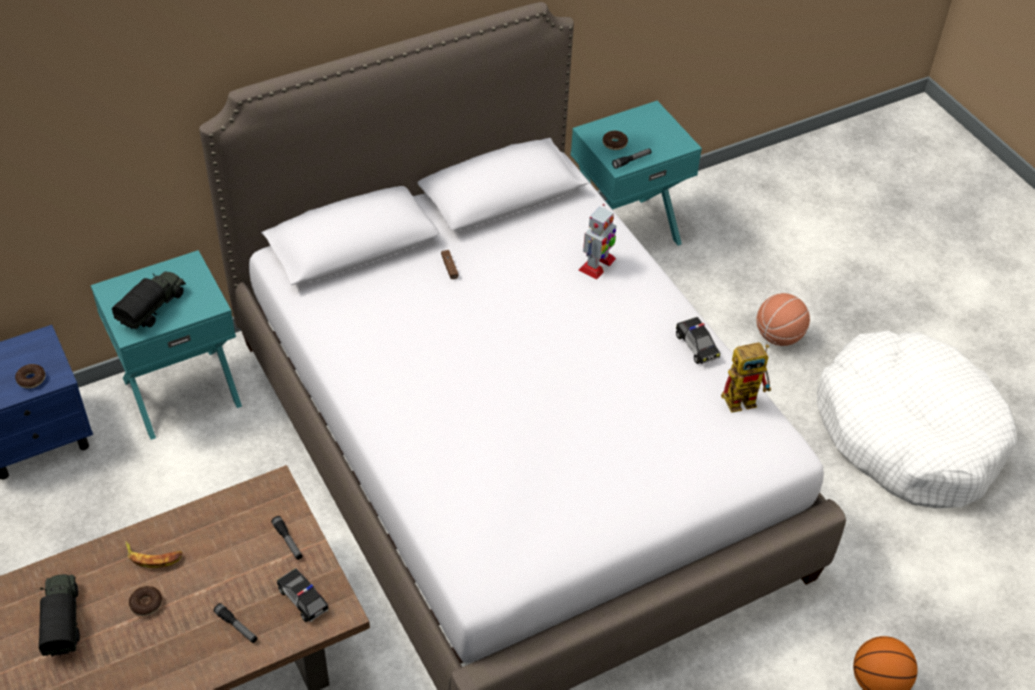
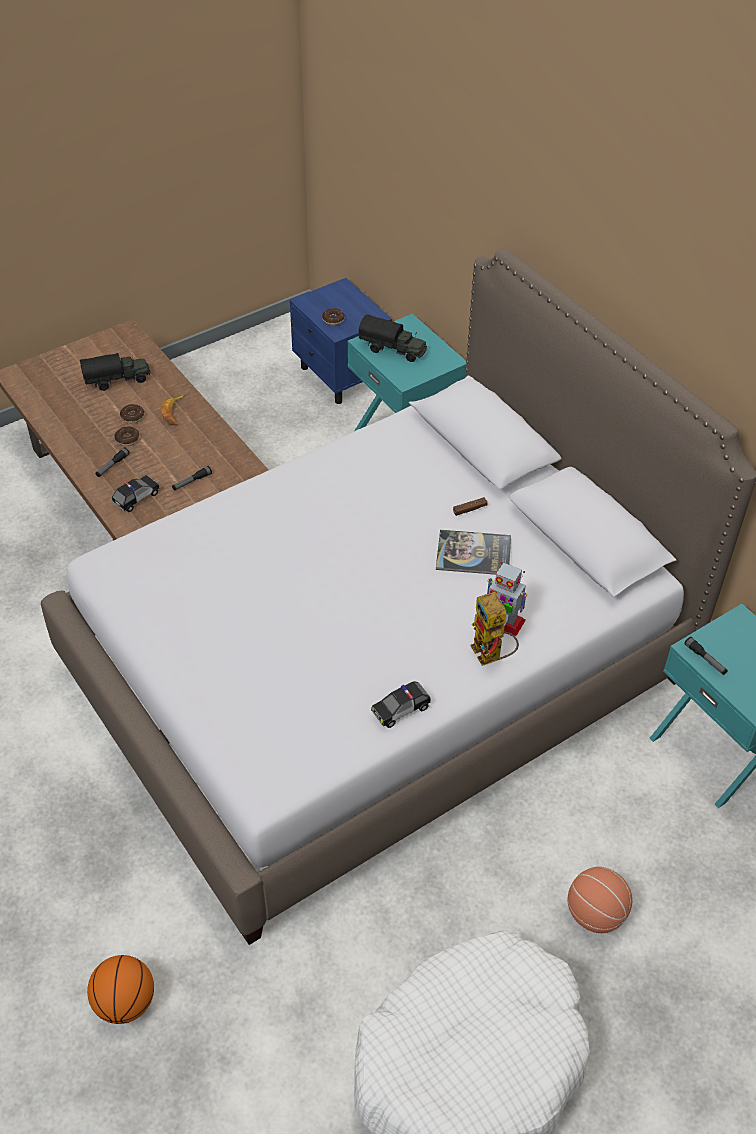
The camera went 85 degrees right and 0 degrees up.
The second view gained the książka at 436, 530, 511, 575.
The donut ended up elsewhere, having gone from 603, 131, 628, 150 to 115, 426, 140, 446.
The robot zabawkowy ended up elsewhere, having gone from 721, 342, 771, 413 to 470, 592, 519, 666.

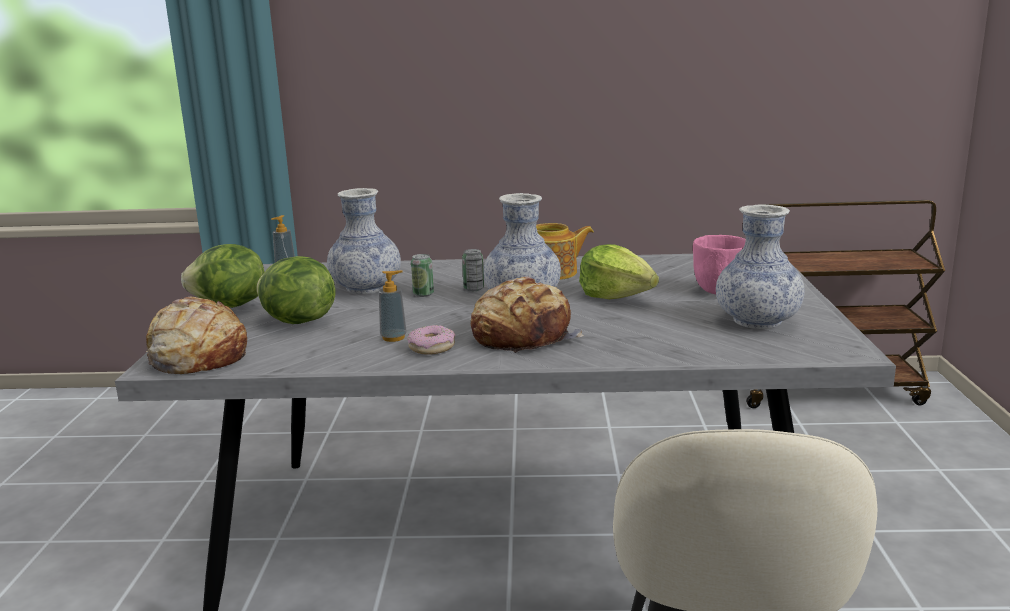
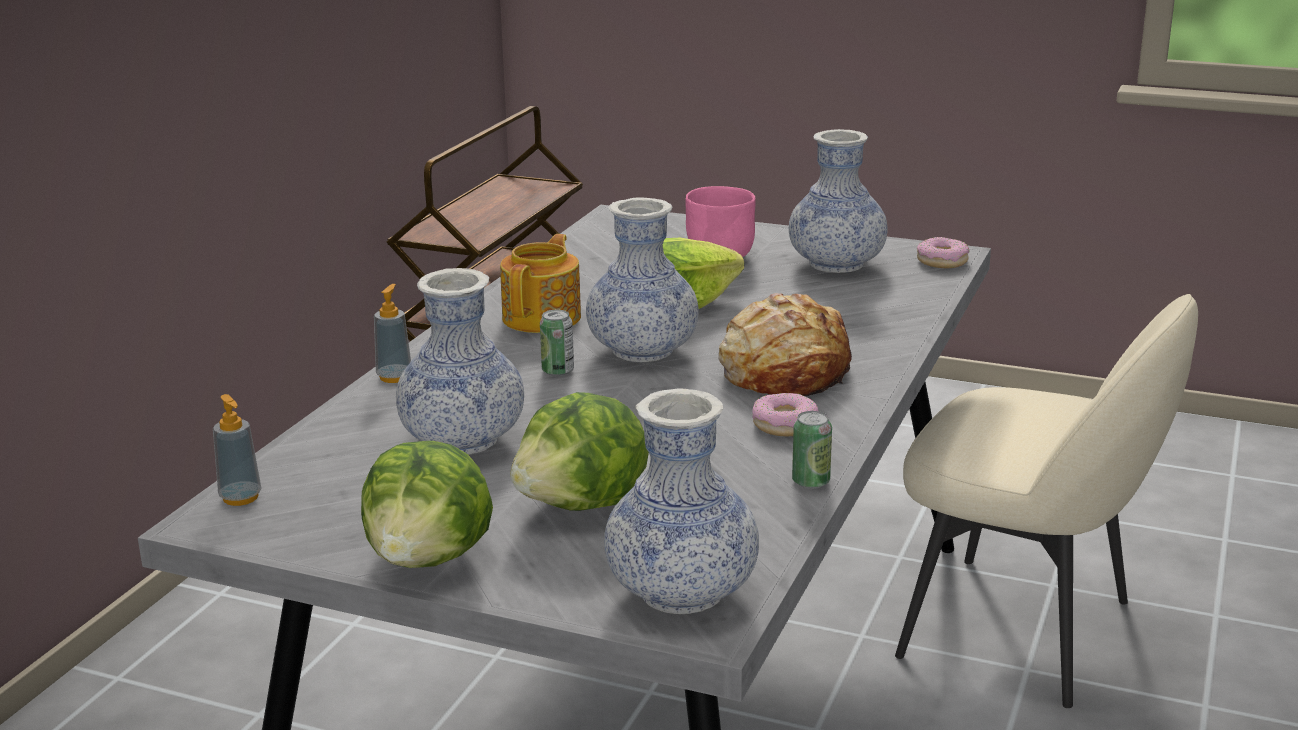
The camera went 70 degrees left and 5 degrees up.
The second view gained the donut at 917, 237, 969, 268.
The dozownik mydła ended up elsewhere, having gone from 379, 270, 407, 342 to 374, 284, 411, 383.
The puszka ended up elsewhere, having gone from 411, 254, 434, 297 to 792, 411, 832, 489.
Where the chleb stood at 146, 297, 247, 374, the wazon came to stand at 604, 389, 759, 614.

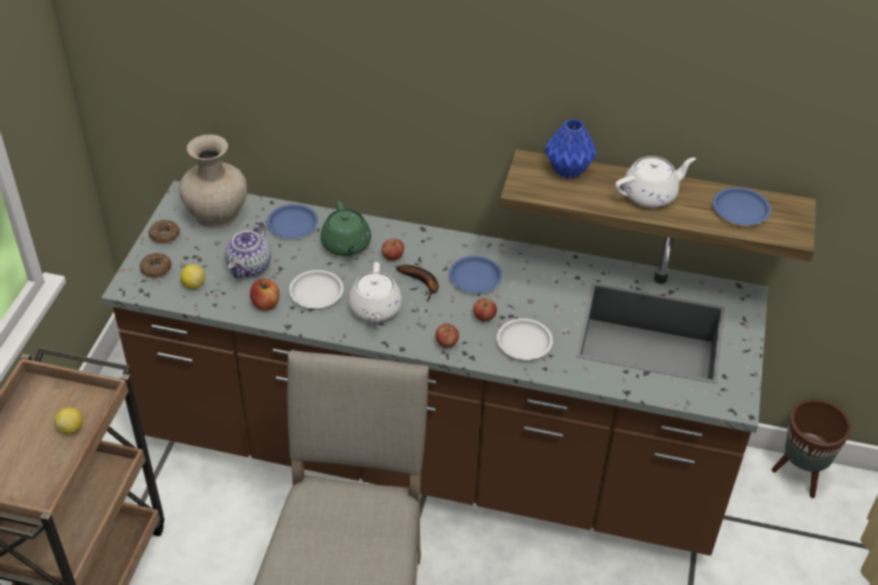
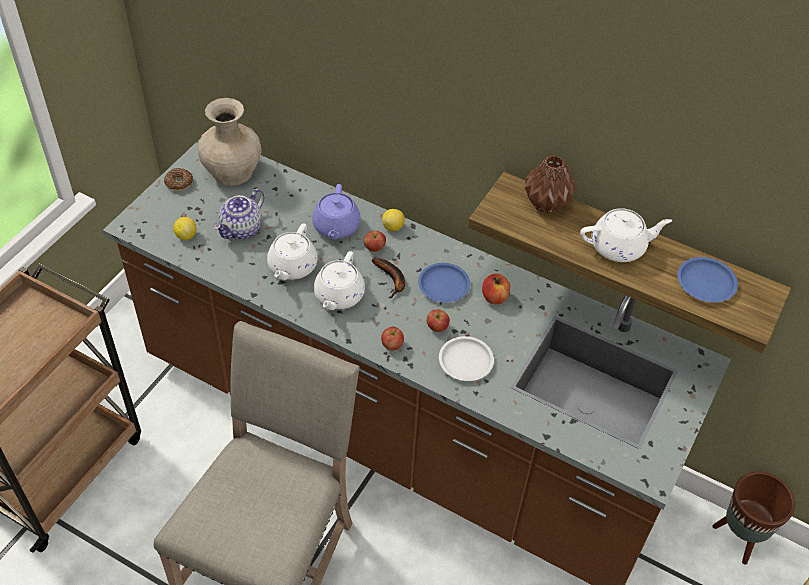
The camera went 15 degrees right and 5 degrees up.
The second view lost the donut at 140, 253, 172, 278.
The second view lost the talerz/niebieski at 267, 204, 318, 239.
The cytryna ended up elsewhere, having gone from 55, 408, 83, 434 to 382, 209, 405, 231.
The jabłko ended up elsewhere, having gone from 250, 279, 279, 311 to 482, 274, 510, 304.
Where the talerz/biały stood at 289, 270, 344, 308, the imbryk/biały came to stand at 267, 223, 318, 281.
What was the imbryk/zielony at 320, 201, 371, 257 turned into the imbryk/fioletowy at 312, 184, 361, 240.
What was the wazon/niebieski at 545, 119, 596, 179 turned into the wazon/brązowy at 525, 155, 576, 214.

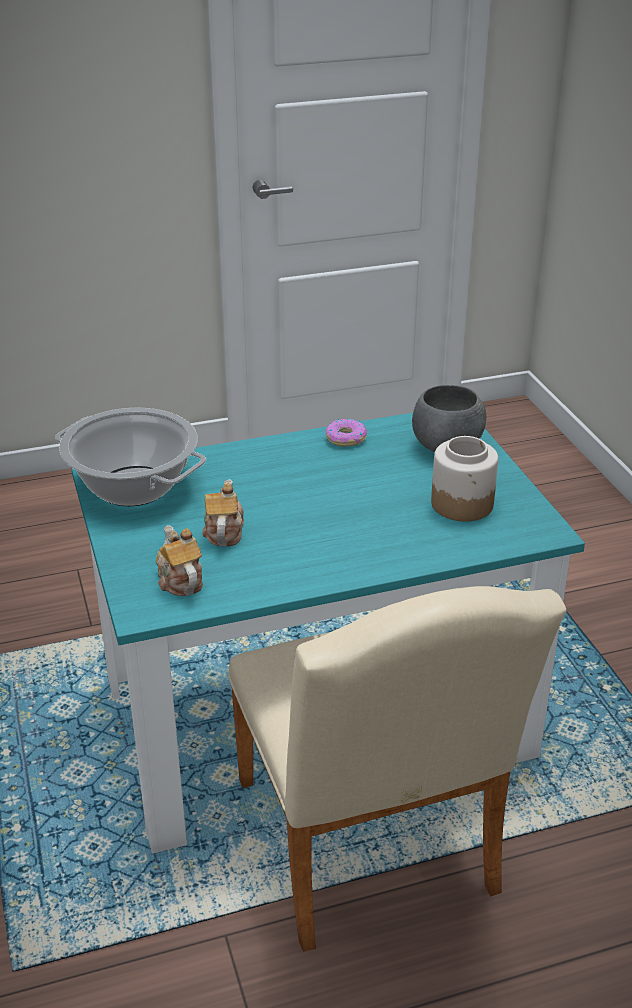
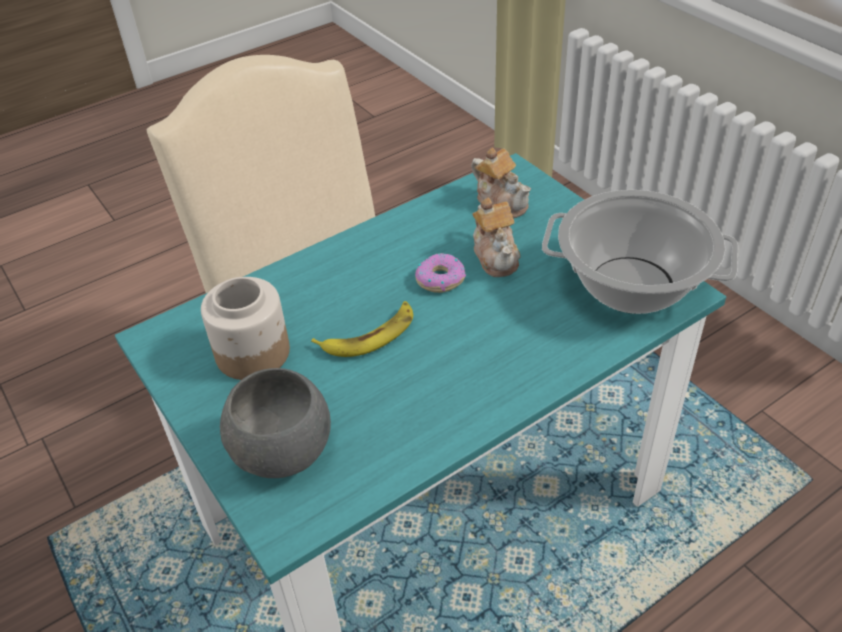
The camera went 165 degrees right and 10 degrees up.
The second view gained the banan at 311, 301, 413, 357.
The donut ended up elsewhere, having gone from 325, 418, 367, 447 to 415, 253, 466, 293.

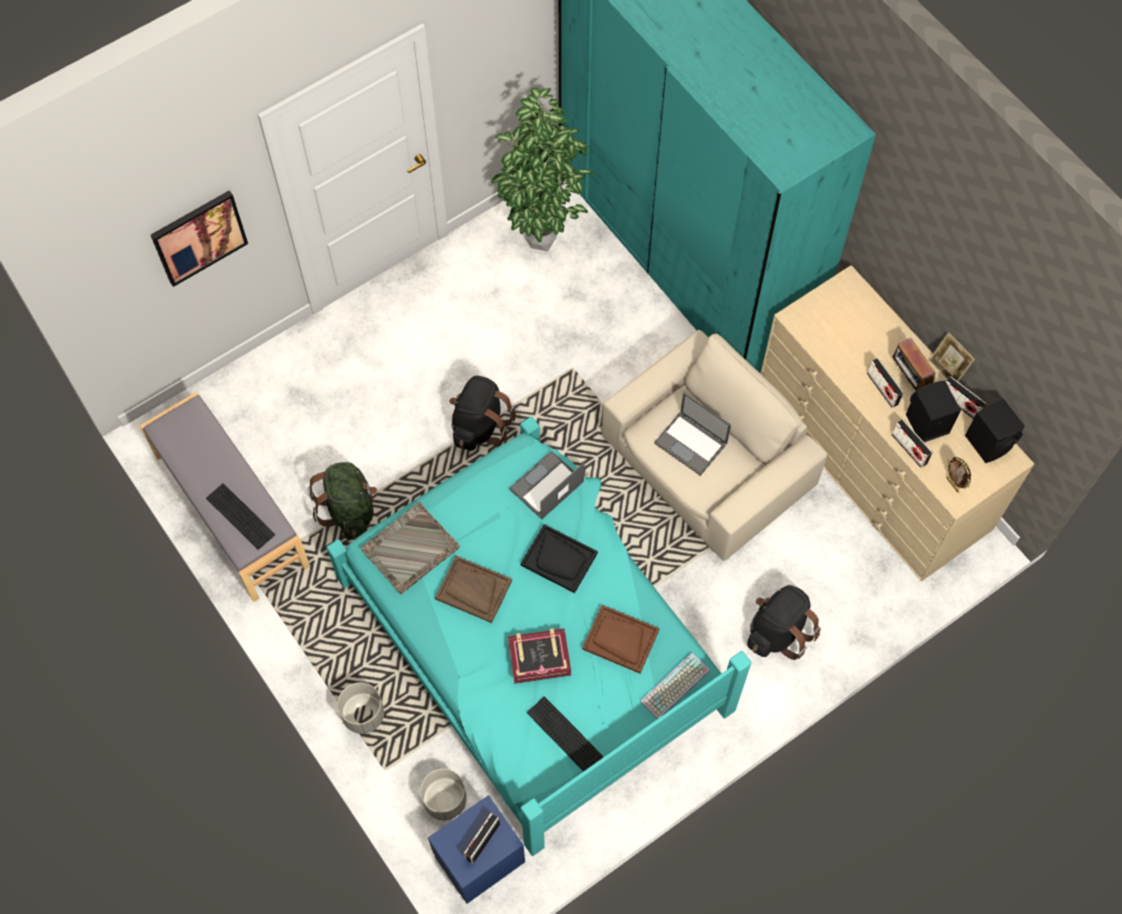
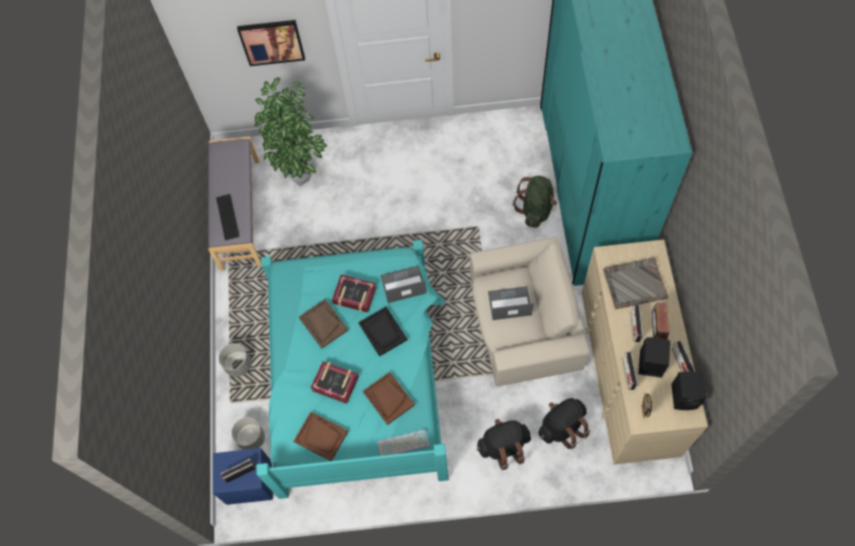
The camera went 35 degrees right and 0 degrees up.
The second view lost the ramka na zdjęcie at 929, 332, 975, 382.
The second view gained the książka at 332, 275, 376, 313.
The plecak/zielony ended up elsewhere, having gone from 308, 462, 377, 540 to 513, 176, 557, 228.
The taca/szary ended up elsewhere, having gone from 361, 502, 460, 595 to 603, 258, 668, 309.
The plecak/czarny ended up elsewhere, having gone from 449, 375, 516, 451 to 539, 398, 590, 449.
The roślina doniczkowa ended up elsewhere, having gone from 491, 88, 595, 251 to 254, 77, 327, 186.
Where the klawiatura stood at 527, 696, 603, 772, the taca/brązowy came to stand at 294, 412, 348, 461.
The laptop at 654, 393, 731, 476 ended up facing another way, 105 degrees clockwise from before.

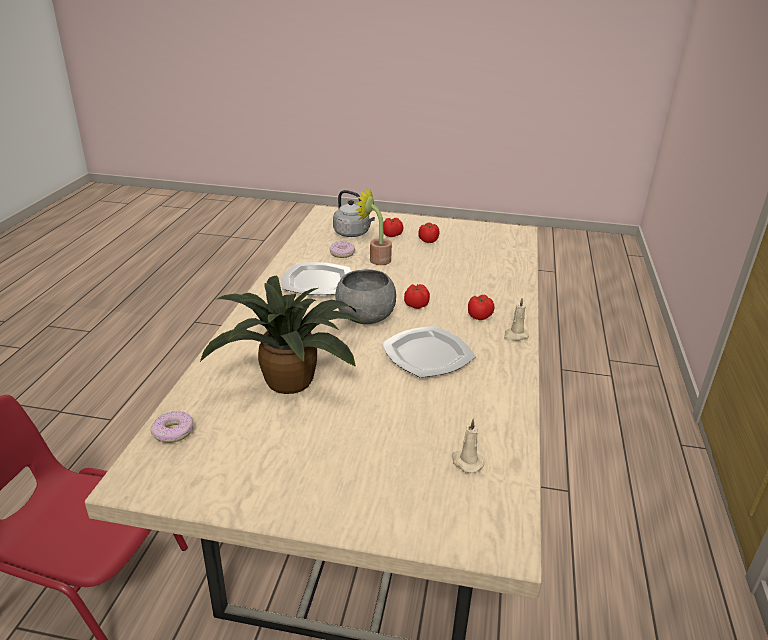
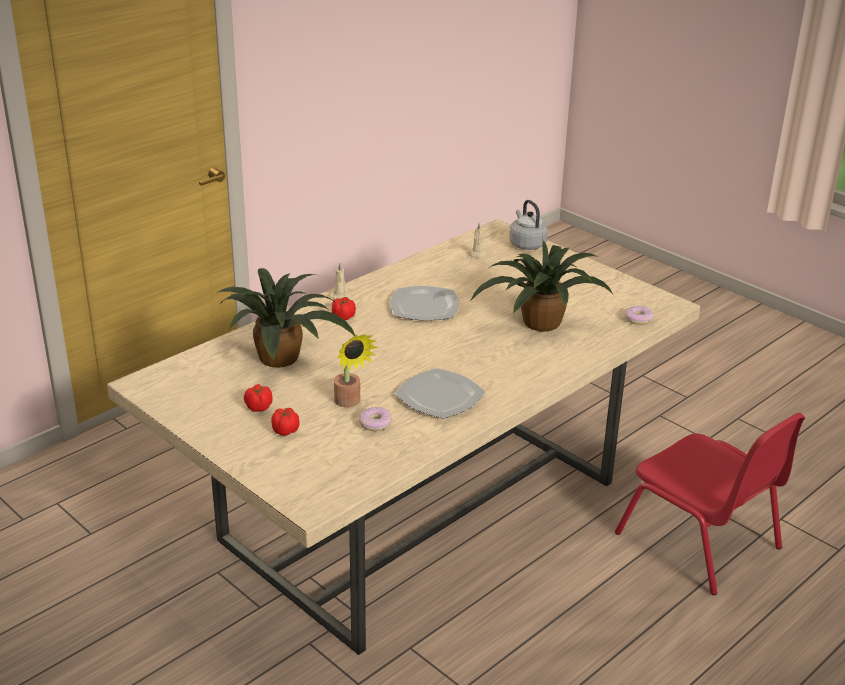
The camera went 145 degrees left and 0 degrees up.
The second view lost the miska/szary at 335, 269, 396, 324.
The second view lost the pomidor at 404, 284, 430, 309.
The second view gained the roślina doniczkowa at 216, 268, 355, 368.
The czajnik/szary ended up elsewhere, having gone from 333, 190, 375, 237 to 509, 200, 548, 250.

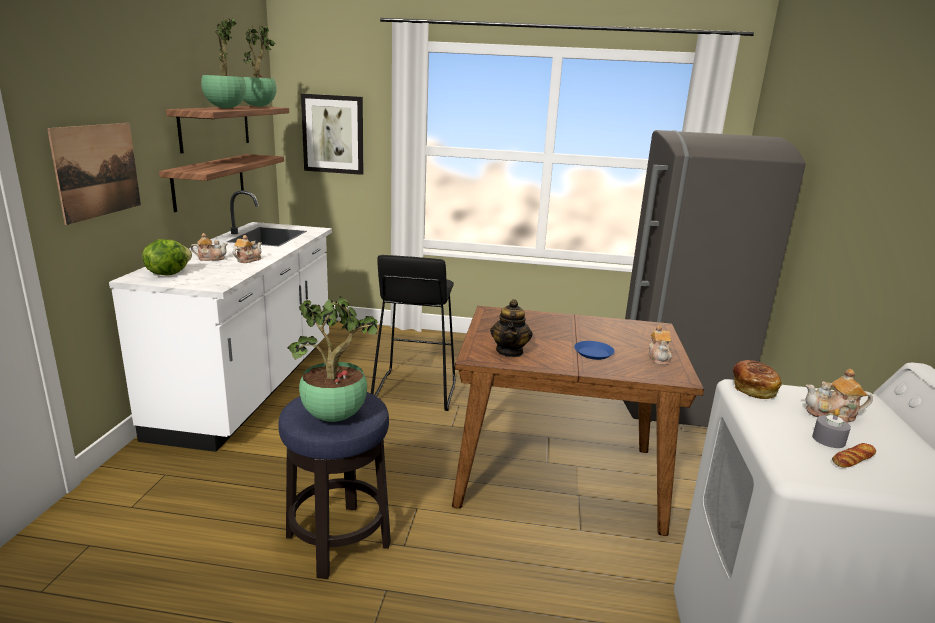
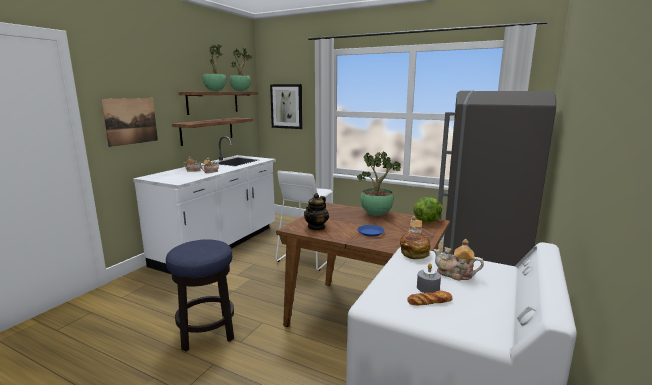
The camera went 20 degrees right and 5 degrees down.
The sałata ended up elsewhere, having gone from 142, 239, 192, 276 to 413, 197, 442, 223.
The roślina doniczkowa ended up elsewhere, having gone from 287, 296, 378, 422 to 357, 151, 401, 216.
What was the stołek/czarny at 371, 255, 456, 411 turned into the stołek/biały at 275, 171, 333, 271.

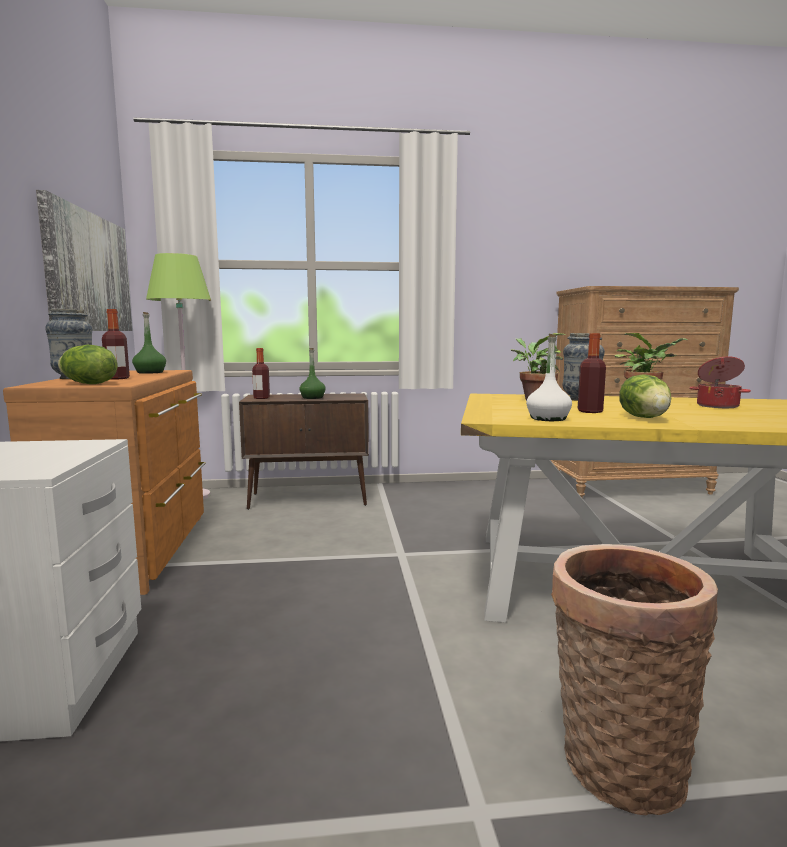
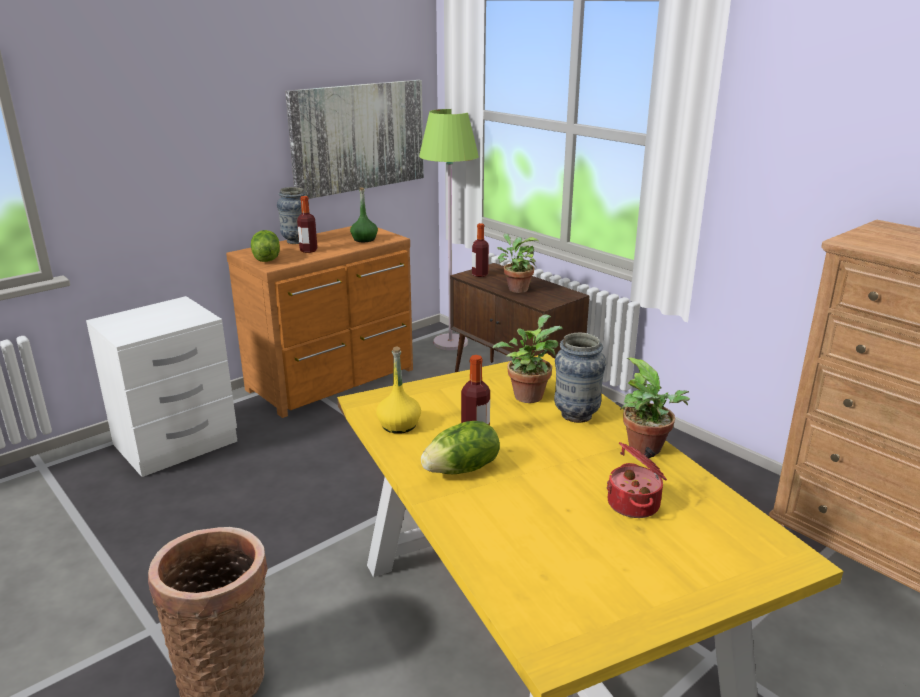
The camera went 55 degrees right and 15 degrees up.
Where the butelka/zielony stood at 299, 348, 326, 399, the roślina doniczkowa came to stand at 497, 234, 538, 293.
What was the butelka/biały at 526, 334, 572, 421 turned into the butelka/żółty at 376, 347, 421, 434.

